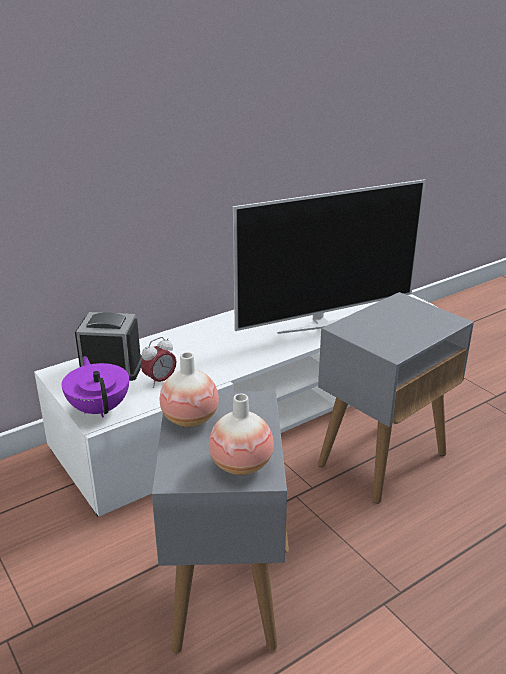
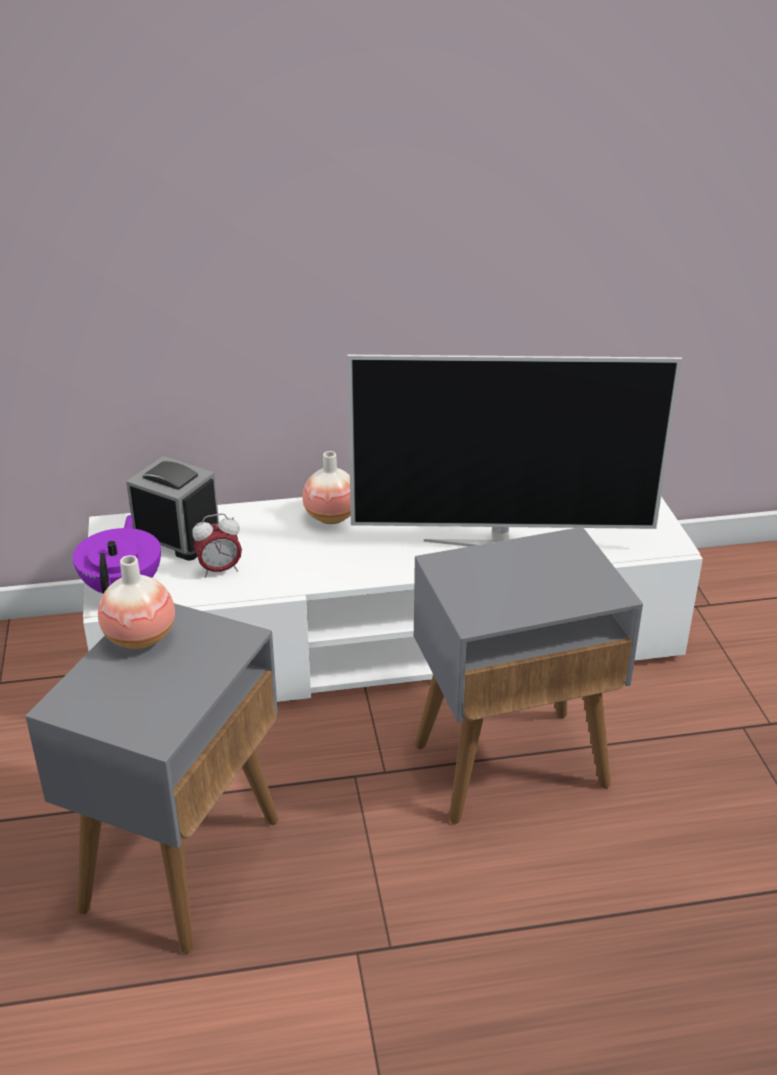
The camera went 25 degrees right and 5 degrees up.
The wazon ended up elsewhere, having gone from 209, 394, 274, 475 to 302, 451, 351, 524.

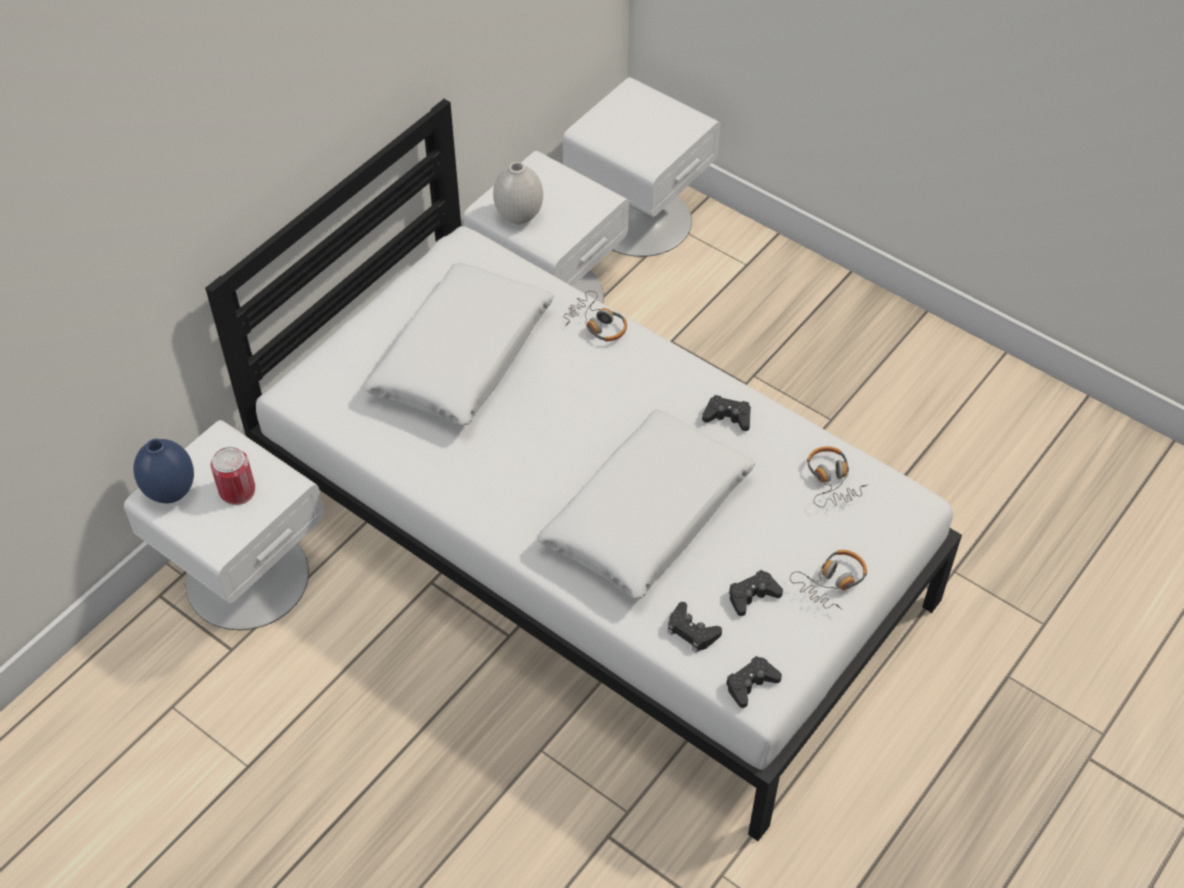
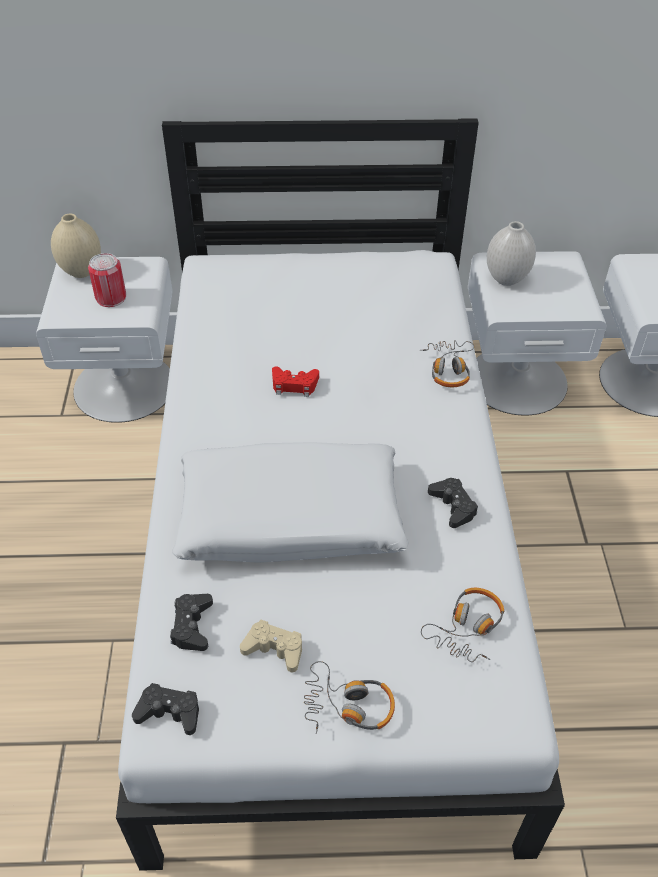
The camera went 50 degrees right and 5 degrees down.
The second view lost the poduszka/biały at 363, 263, 554, 426.
The second view gained the pad do gier/czerwony at 272, 366, 319, 397.
What was the wazon/niebieski at 133, 439, 194, 503 turned into the wazon/beżowy at 51, 214, 101, 278.
What was the pad do gier/czarny at 729, 570, 783, 616 turned into the pad do gier/beżowy at 240, 620, 302, 672.

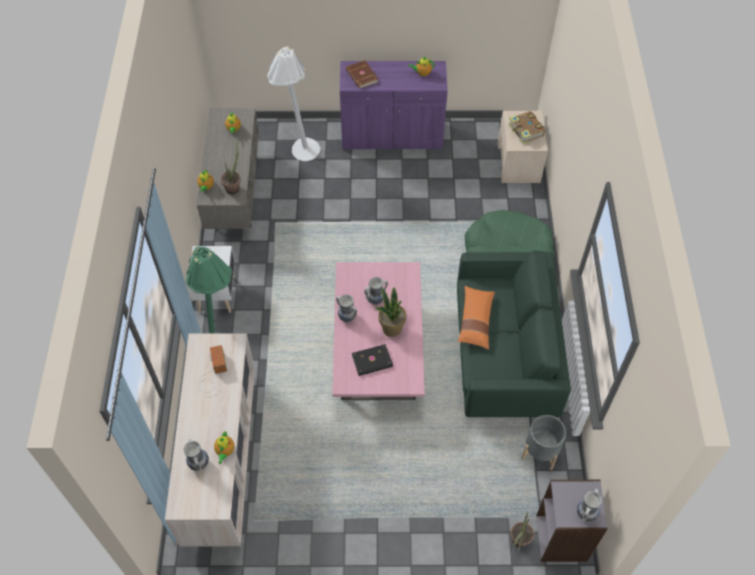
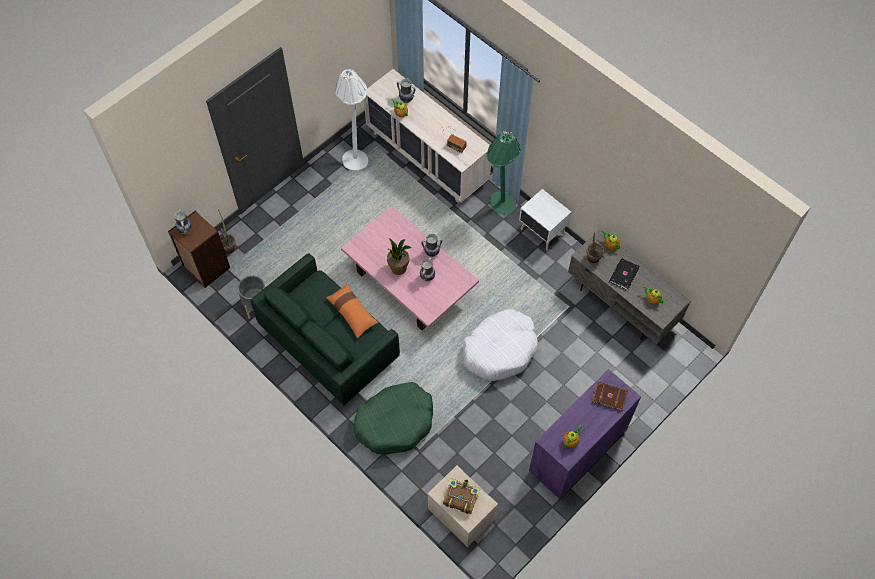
The camera went 135 degrees right and 5 degrees up.
The second view gained the legowisko/biały at 463, 308, 538, 381.
The lampa stojąca/biały ended up elsewhere, having gone from 267, 46, 321, 161 to 335, 69, 368, 170.
The książka/czarny ended up elsewhere, having gone from 352, 344, 393, 376 to 609, 258, 640, 290.
What was the regał/szary at 536, 480, 608, 562 turned into the regał/brązowy at 168, 211, 230, 288.

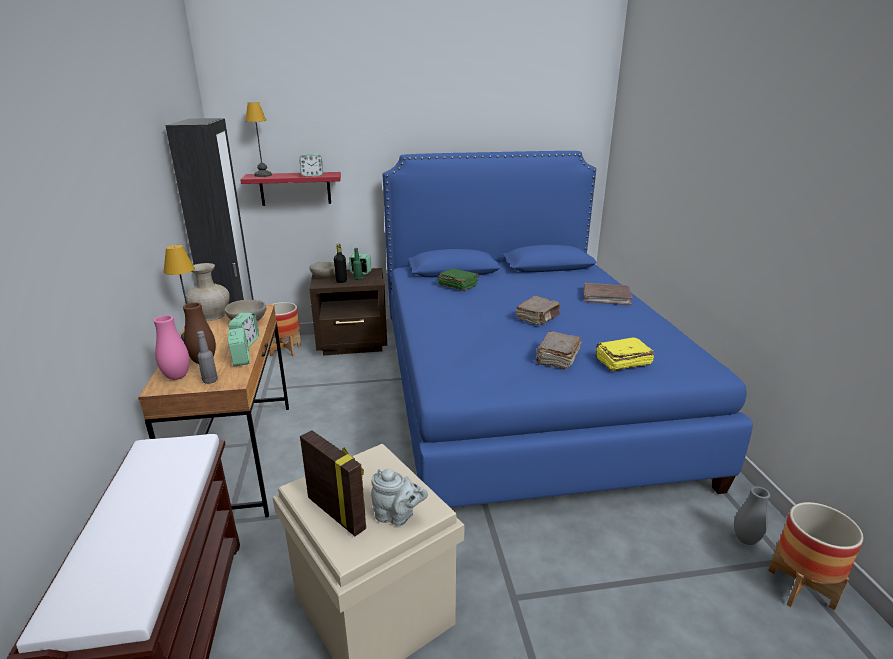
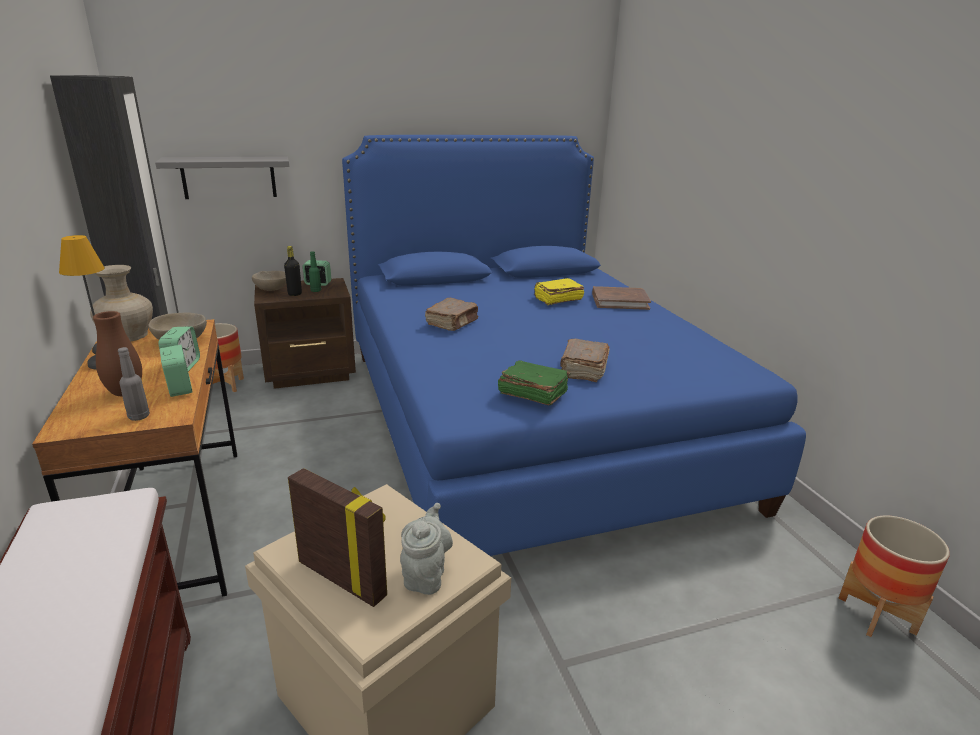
The camera went 10 degrees left and 0 degrees up.
The second view lost the wazon/różowy at 154, 315, 190, 380.
The second view lost the lampa stołowa at 245, 102, 272, 177.
The second view lost the budzik at 299, 154, 323, 177.
The second view lost the wazon/szary at 734, 486, 770, 545.
The książka/zielony ended up elsewhere, having gone from 438, 268, 479, 291 to 498, 360, 570, 405.
The książka/brązowy ended up elsewhere, having gone from 516, 296, 560, 325 to 425, 298, 478, 331.
The książka/żółty ended up elsewhere, having gone from 595, 337, 655, 371 to 534, 278, 585, 305.
What was the półka/czerwony at 240, 172, 341, 206 turned into the półka/szary at 155, 156, 289, 199.
The imbryk/szary at 371, 469, 428, 526 ended up facing another way, 90 degrees counterclockwise from before.

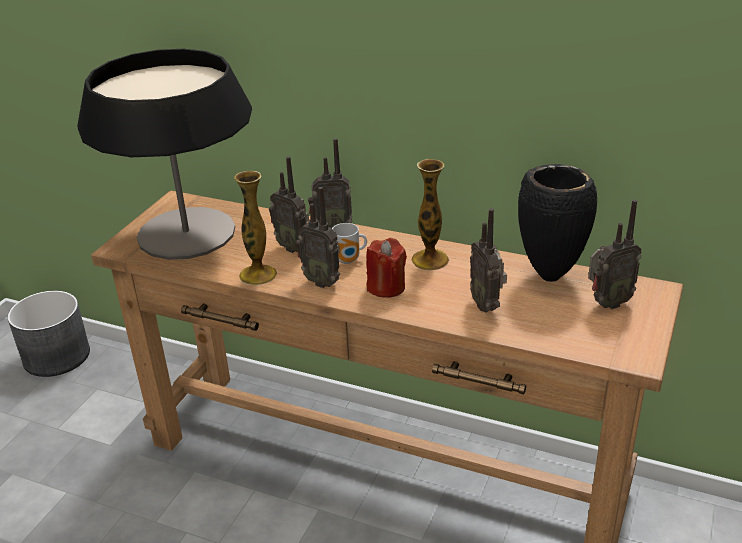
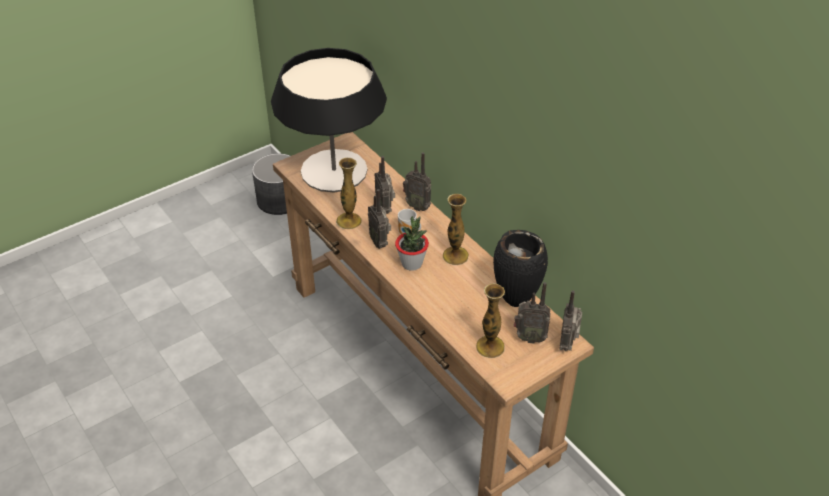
The camera went 30 degrees right and 10 degrees up.
The second view gained the wazon at 476, 283, 505, 358.
The radio ended up elsewhere, having gone from 470, 208, 507, 313 to 560, 290, 582, 351.
Where the świeca/czerwony stood at 366, 238, 407, 298, the roślina doniczkowa came to stand at 395, 216, 429, 271.

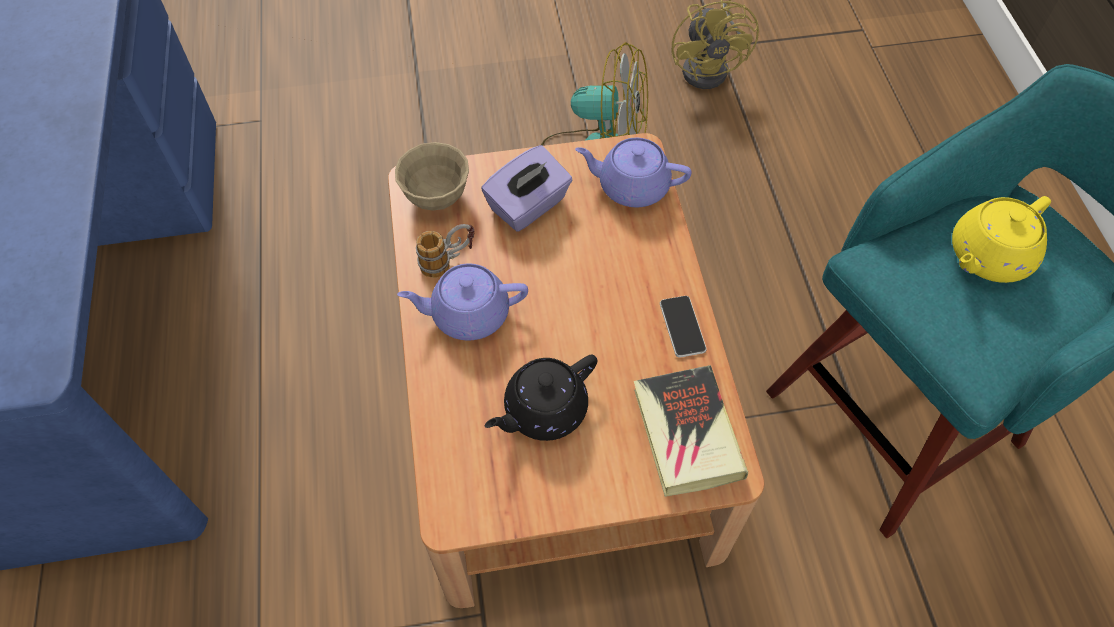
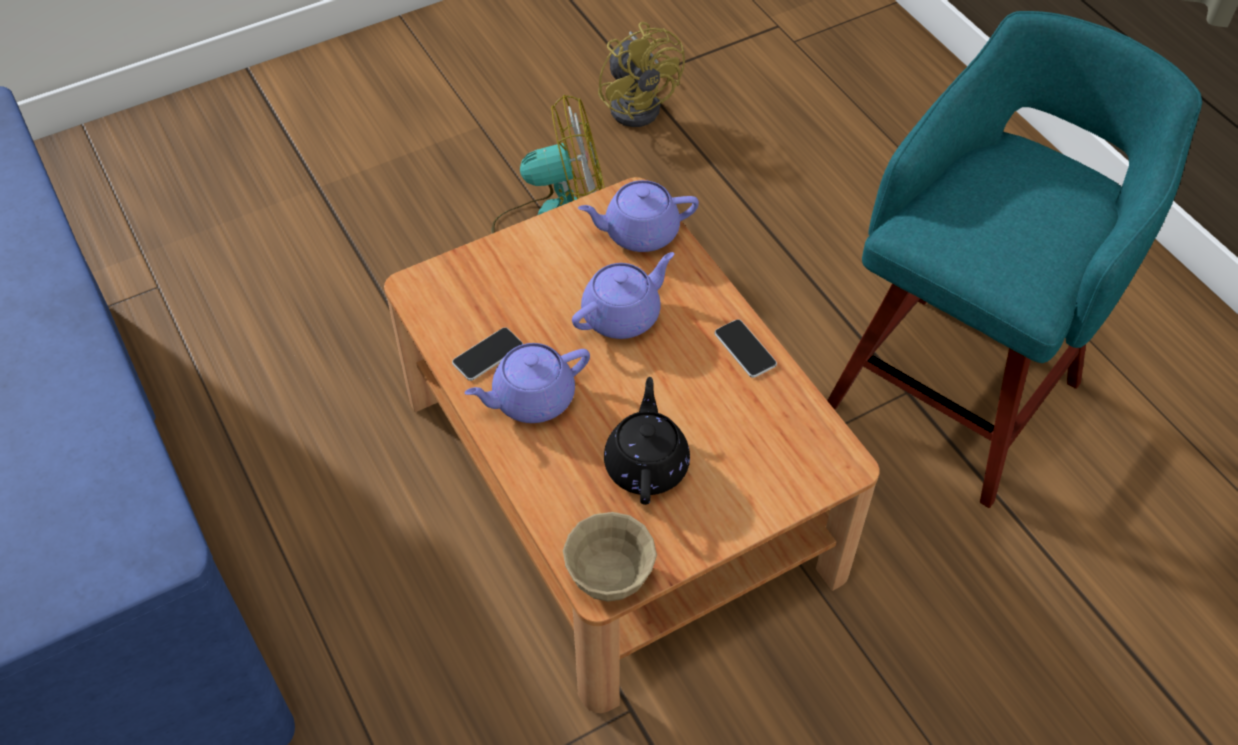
The camera went 20 degrees left and 5 degrees down.
The second view lost the pudełko chusteczek/fioletowy at 481, 145, 573, 232.
The second view lost the książka at 634, 365, 748, 497.
The second view lost the imbryk/żółty at 952, 196, 1051, 283.
The second view gained the imbryk/fioletowy at 572, 252, 674, 339.
The miska/beżowy ended up elsewhere, having gone from 395, 142, 469, 211 to 563, 512, 657, 602.
Where the kubek stood at 416, 224, 475, 278, the telefon came to stand at 452, 327, 523, 381.
The imbryk/czarny at 485, 355, 597, 441 ended up facing another way, 150 degrees clockwise from before.

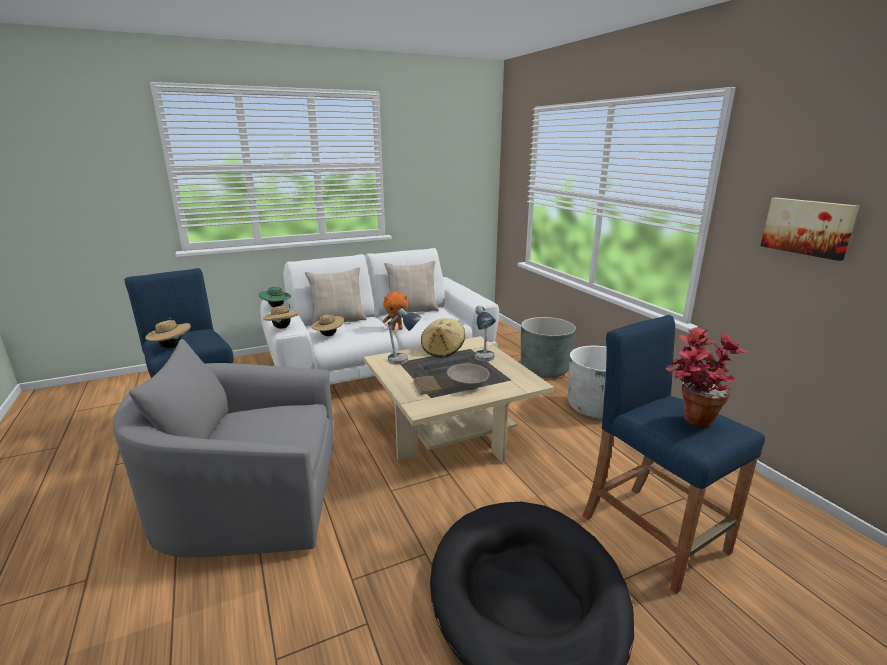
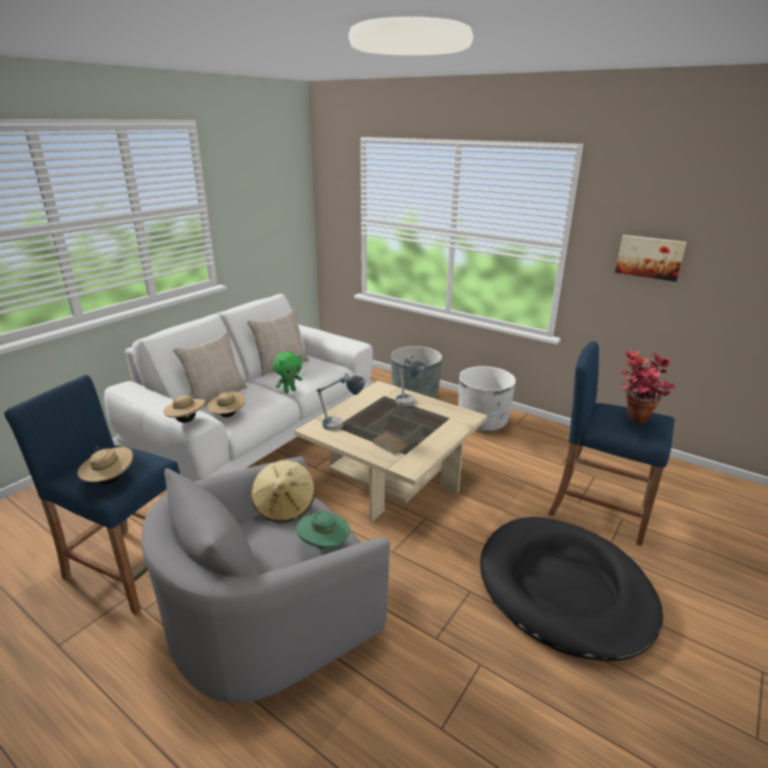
The camera went 30 degrees left and 5 degrees up.
The second view lost the miska/szary at 447, 363, 490, 390.
The kapelusz/zielony ended up elsewhere, having gone from 259, 287, 291, 307 to 296, 511, 350, 548.
The kapelusz/beżowy ended up elsewhere, having gone from 421, 318, 465, 357 to 250, 459, 315, 523.
What was the pluszak/pomarańczowy at 383, 292, 408, 330 turned into the pluszak/zielony at 273, 352, 302, 393.

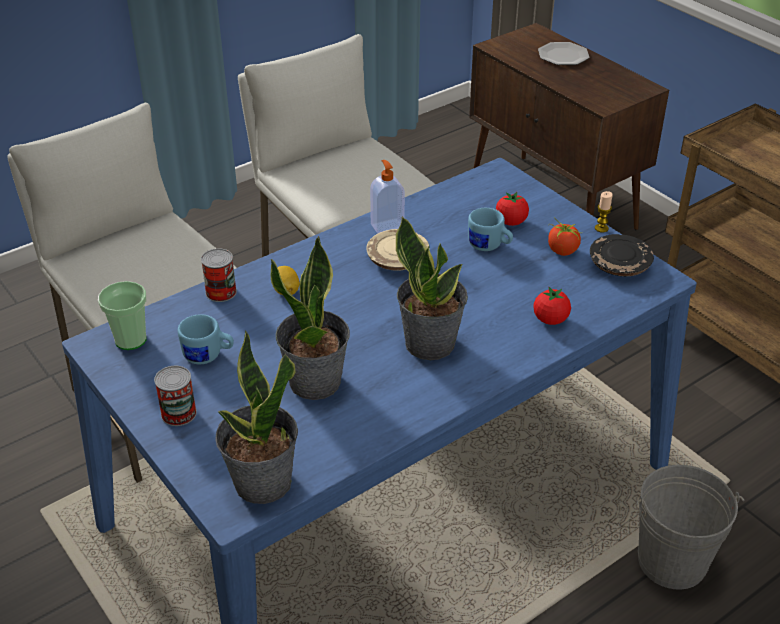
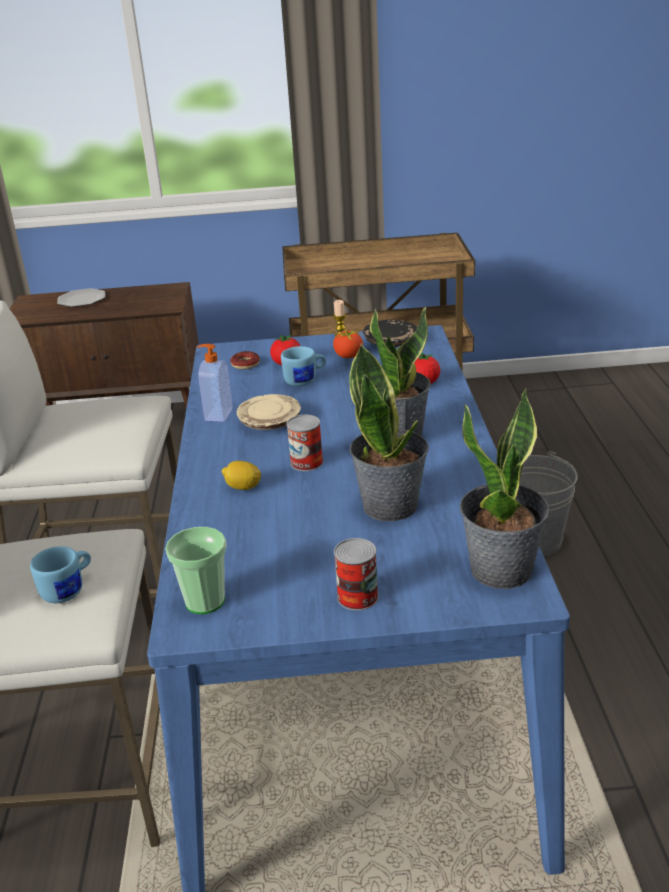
The camera went 55 degrees left and 10 degrees down.
The second view gained the donut at 230, 351, 260, 369.
The kubek/niebieski ended up elsewhere, having gone from 178, 314, 234, 364 to 30, 546, 91, 603.
The puszka ended up elsewhere, having gone from 201, 248, 237, 302 to 286, 415, 323, 471.

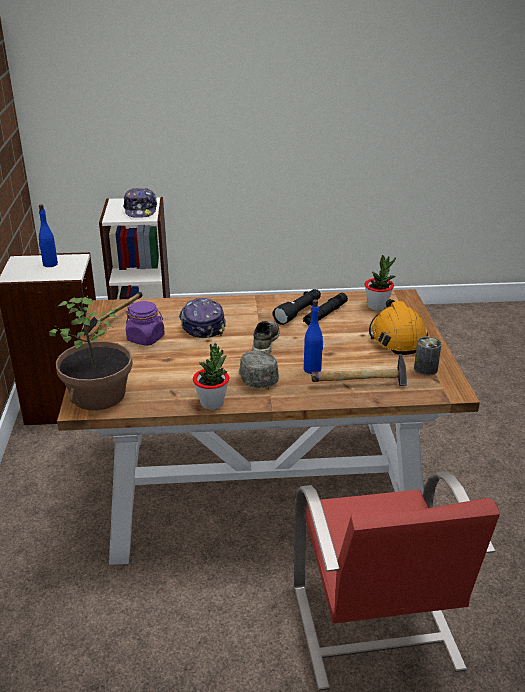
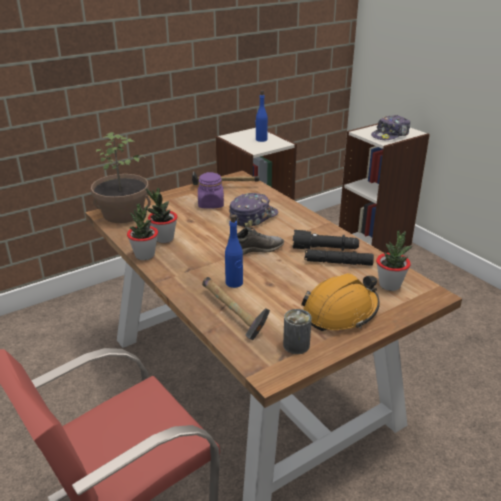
The camera went 60 degrees right and 0 degrees up.
The second view lost the czapka z daszkiem/szary at 239, 350, 279, 388.
The second view gained the roślina doniczkowa at 146, 187, 177, 243.

